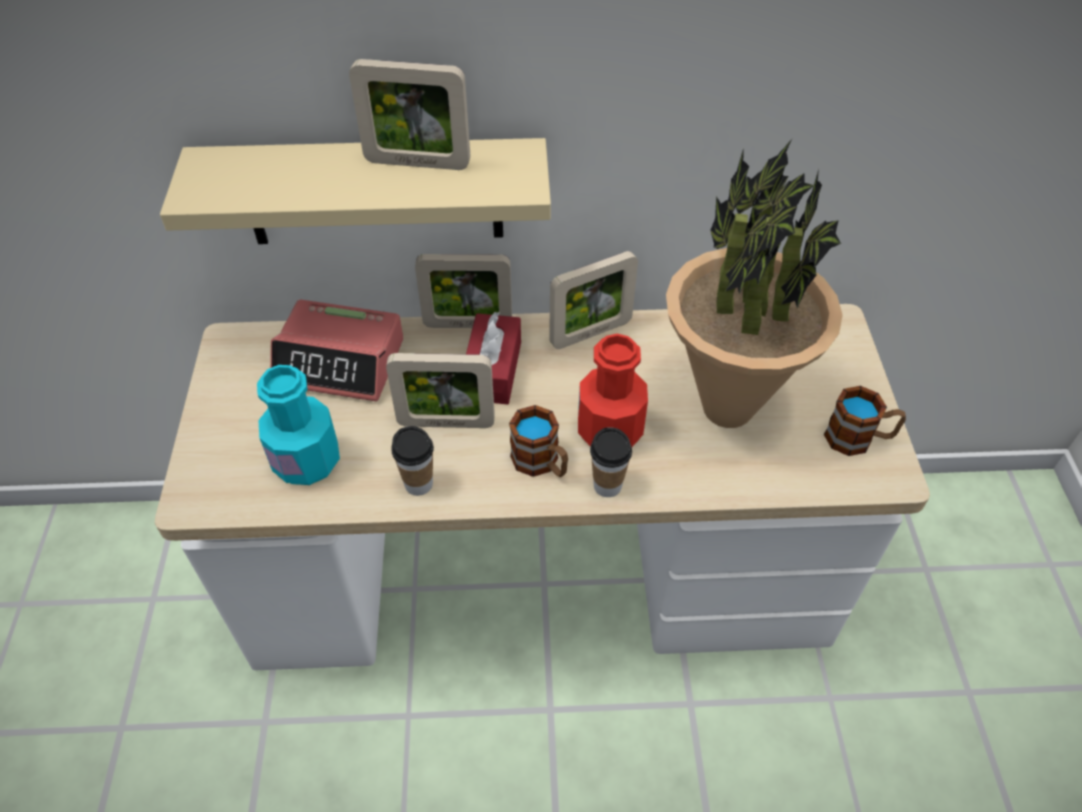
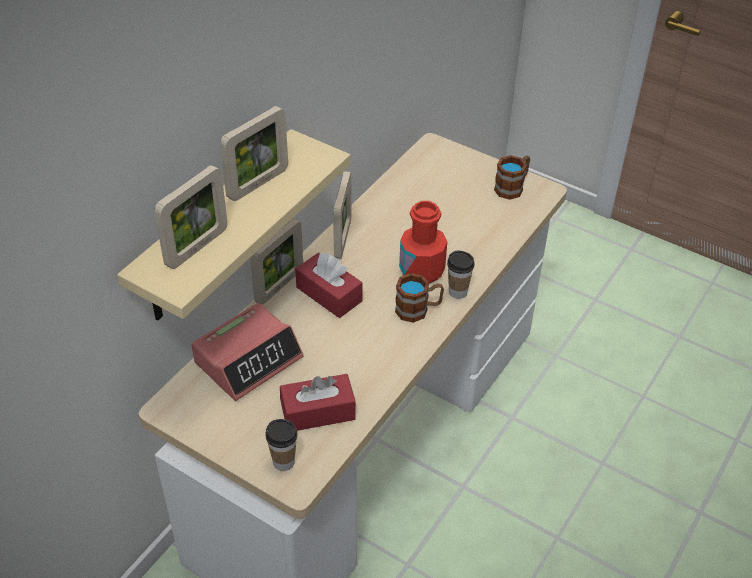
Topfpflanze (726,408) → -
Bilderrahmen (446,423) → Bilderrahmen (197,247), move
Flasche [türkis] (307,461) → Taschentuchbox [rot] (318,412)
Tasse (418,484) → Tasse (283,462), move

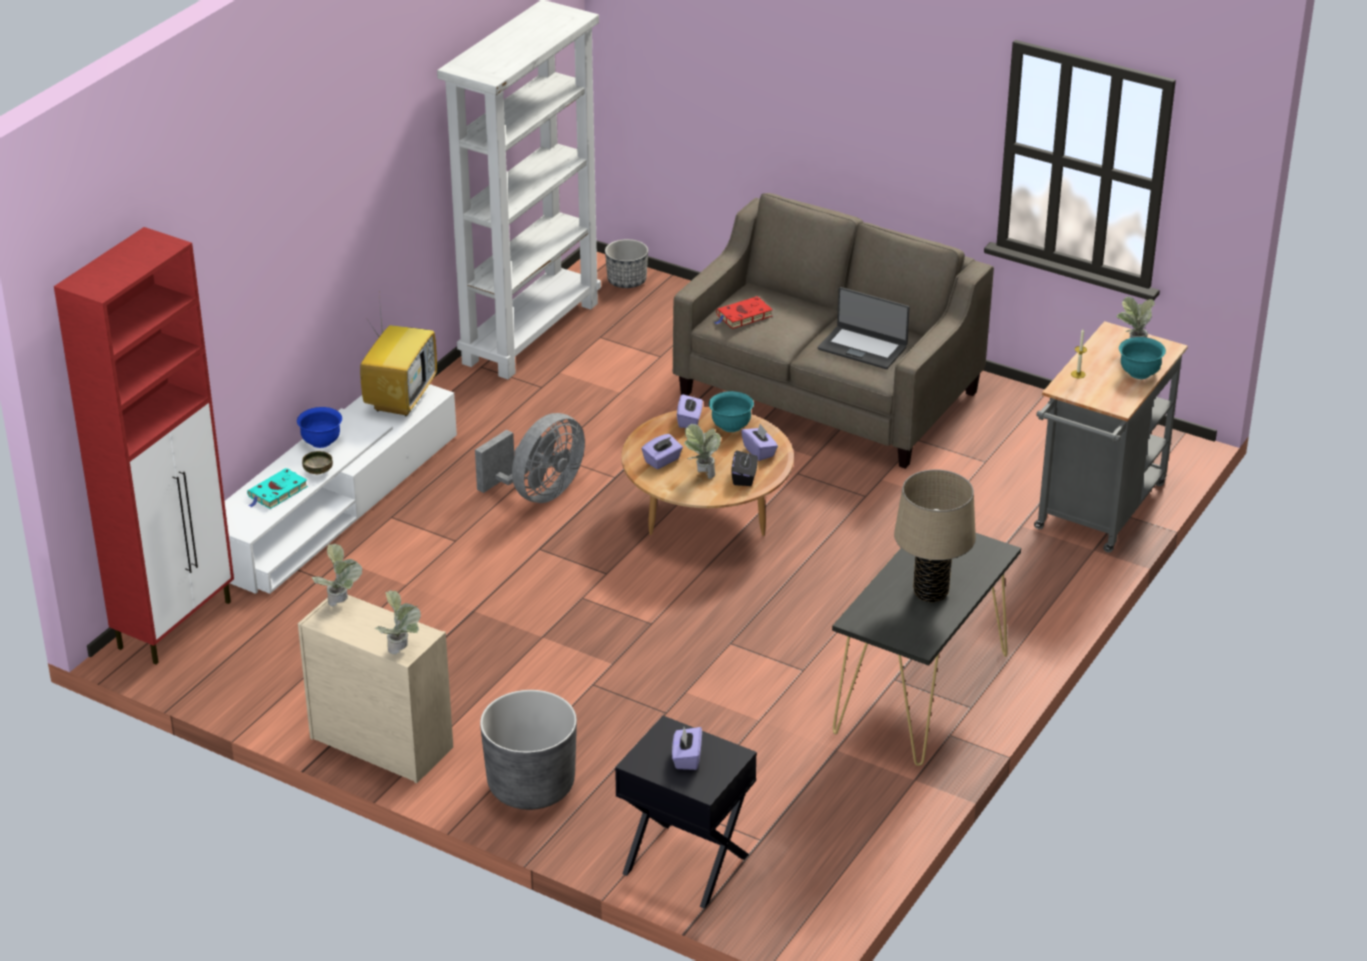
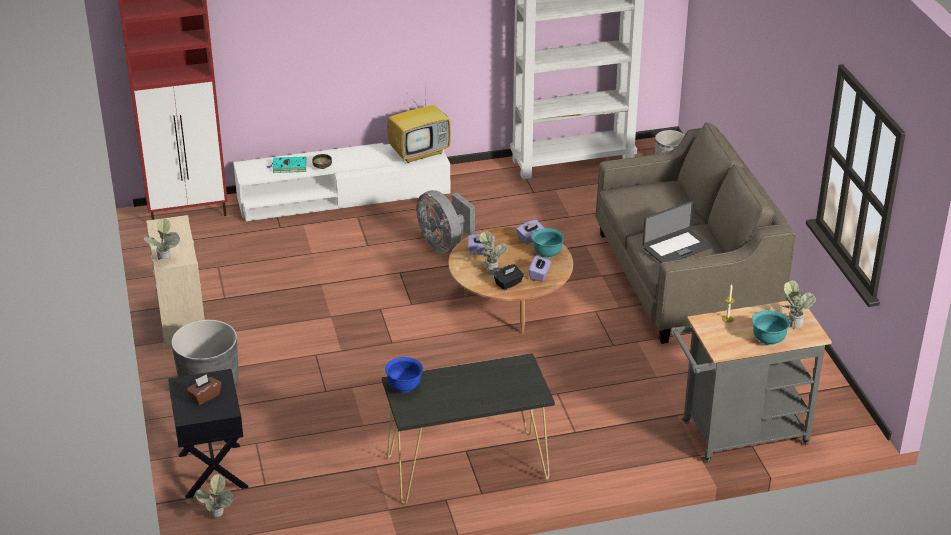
Laptop (863,347) → Laptop (675,247), 105 degrees counterclockwise
Buch [rot] (743,316) → -
Schüssel [blau] (321,442) → Schüssel [blau] (404,387), move
Ventilator [grau] (538,493) → Ventilator [grau] (444,244), 60 degrees clockwise
Tischlampe [beige] (931,592) → -
Topfpflanze (341,604) → Topfpflanze (217,517), move
Taschentuchbox [lila] (687,758) → Taschentuchbox [braun] (204,396)

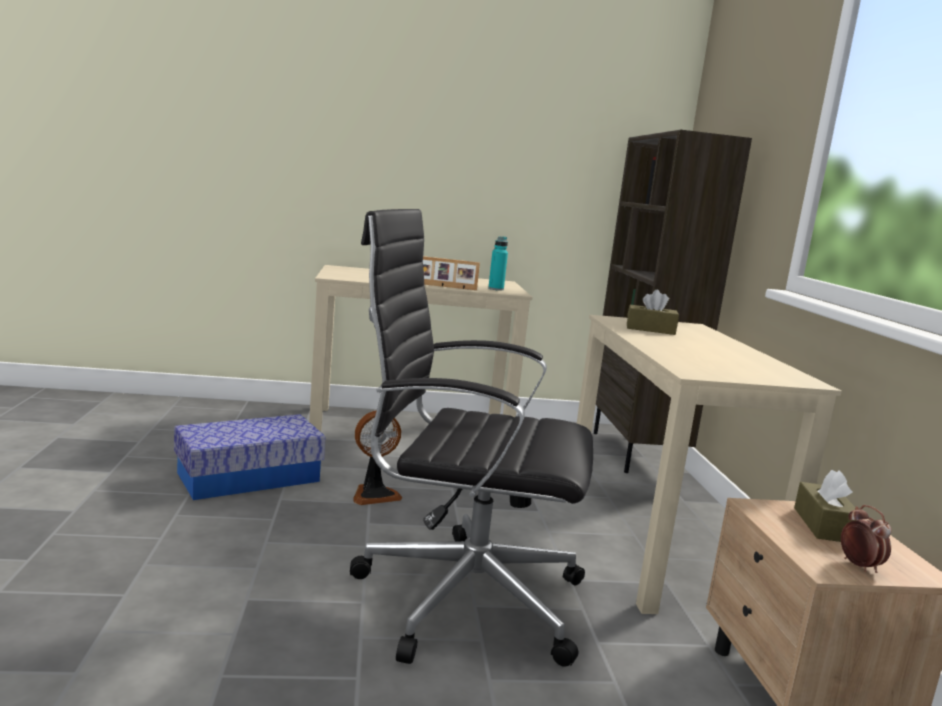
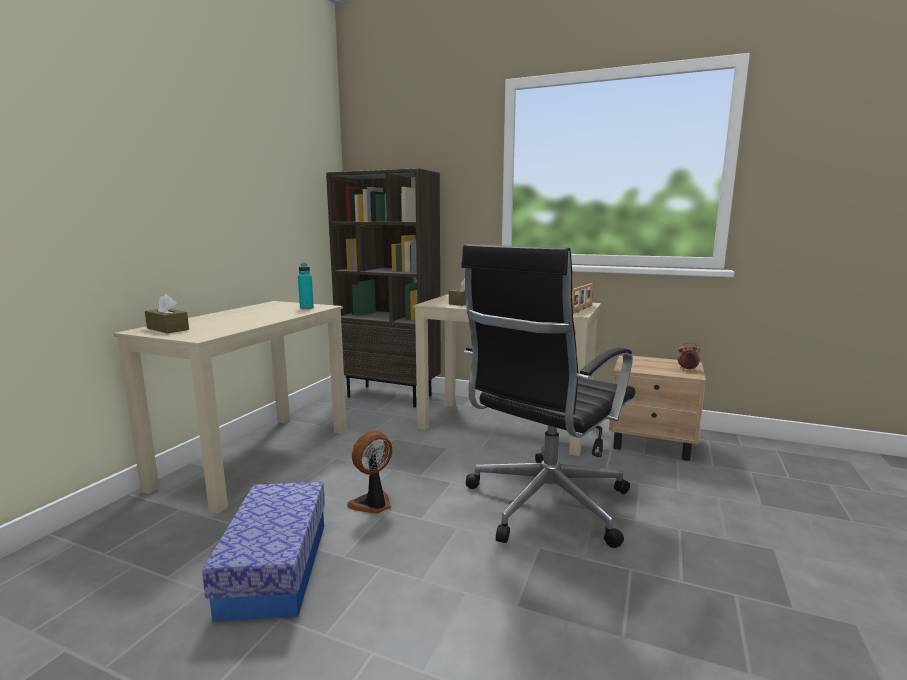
Bilderrahmen (442,286) → Bilderrahmen (582,309), move
Ventilator (374,494) → Ventilator (373,504), 135 degrees counterclockwise
Taschentuchbox [braun] (823,525) → Taschentuchbox [braun] (168,329), move

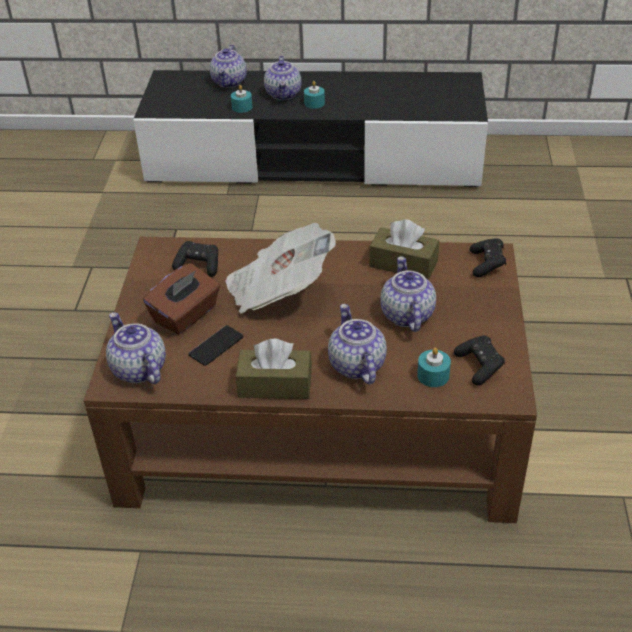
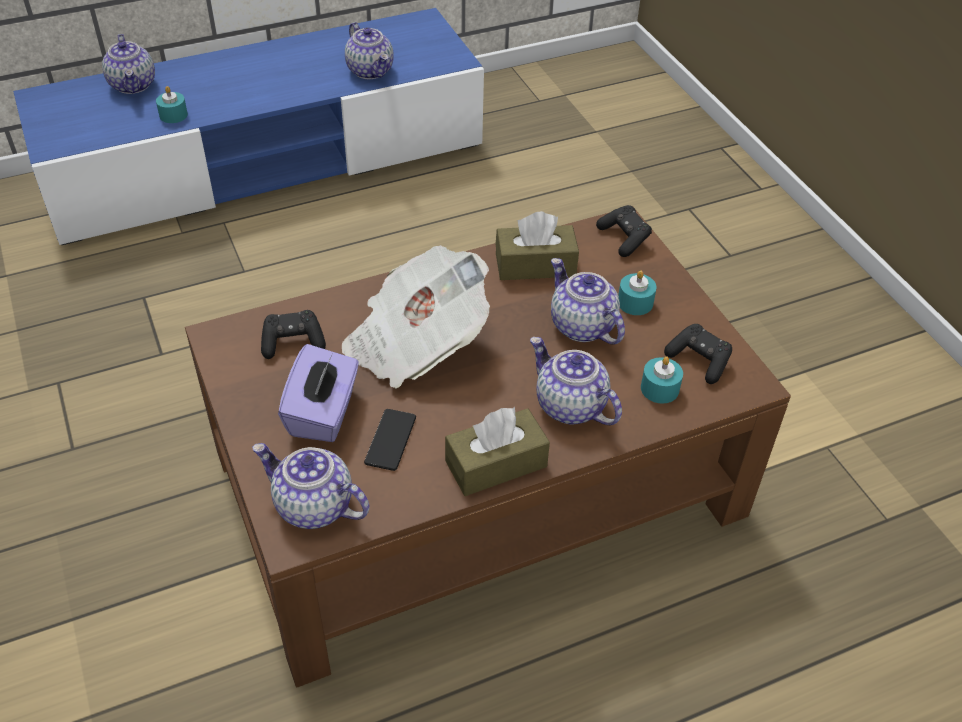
Teekanne (284,94) → Teekanne (371,71), move
Fernsehschrank [schwarz] (314,160) → Fernsehschrank [blau] (266,160)
Kerze [türkis] (314,103) → Kerze [türkis] (635,302), move
Taschentuchbox [braun] (186,315) → Taschentuchbox [lila] (323,413)

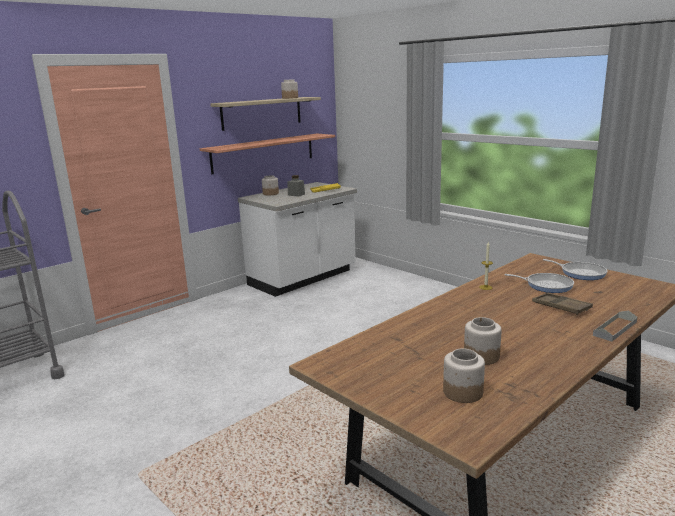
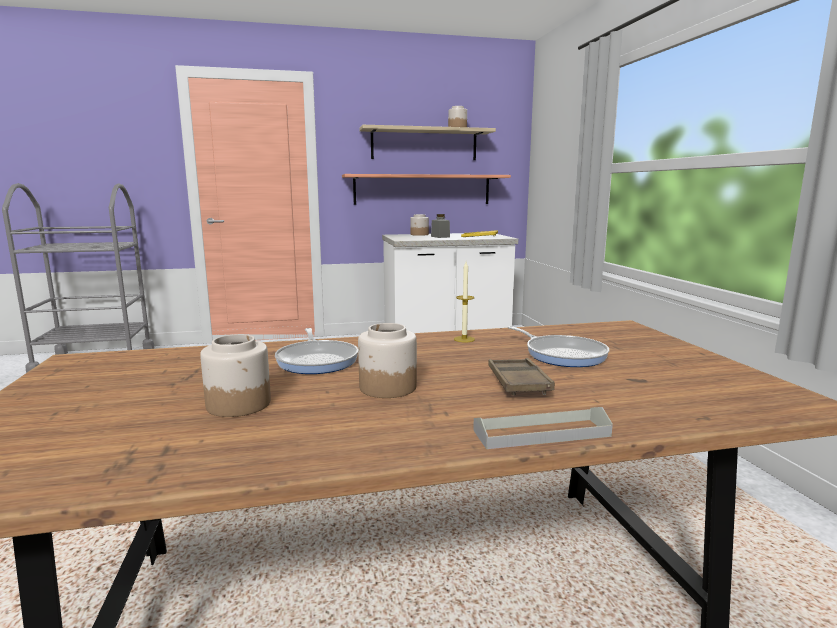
Pfanne (580,273) → Pfanne (317,360), move
Vorratsglas (462,392) → Vorratsglas (387,387), move

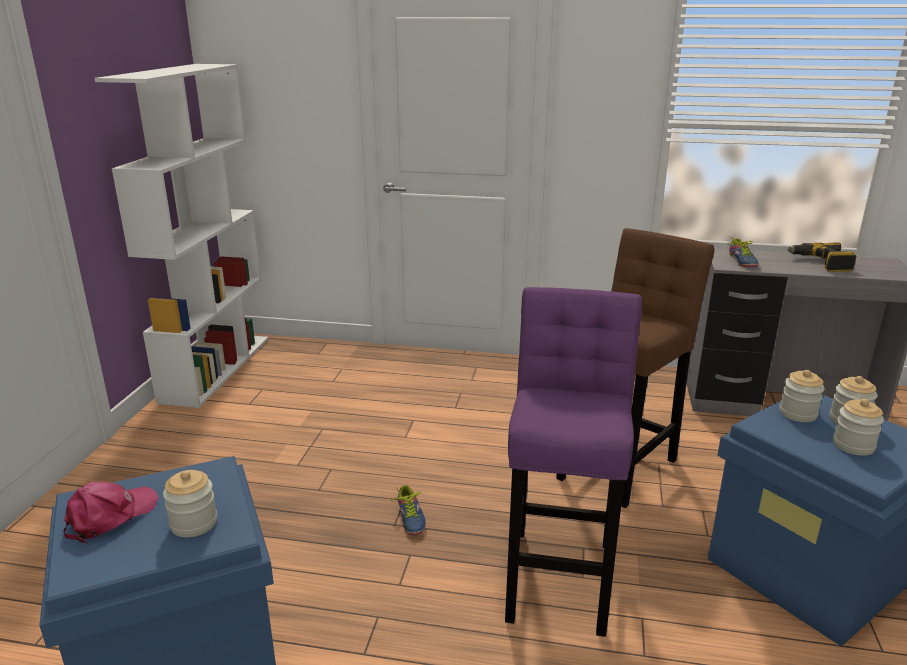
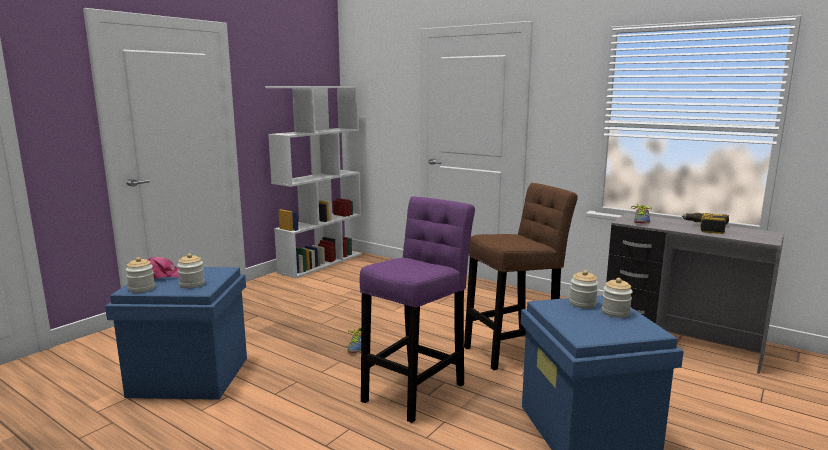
Vorratsglas (853,445) → Vorratsglas (141,288), move

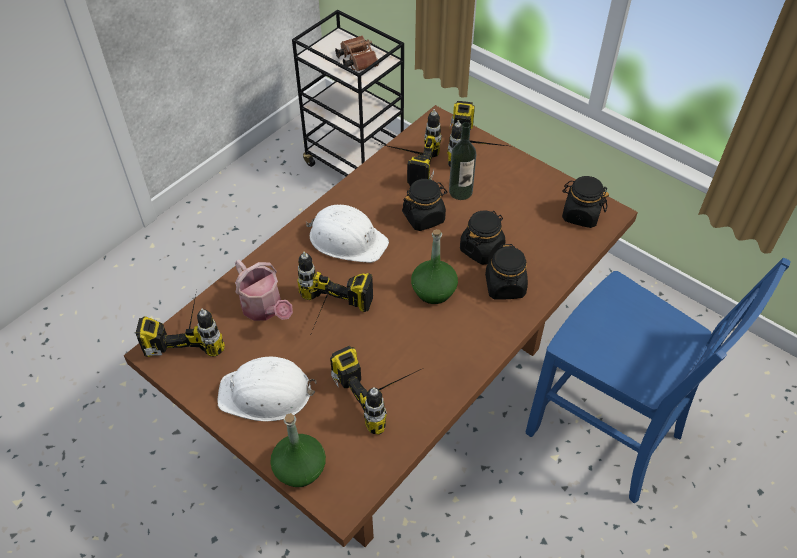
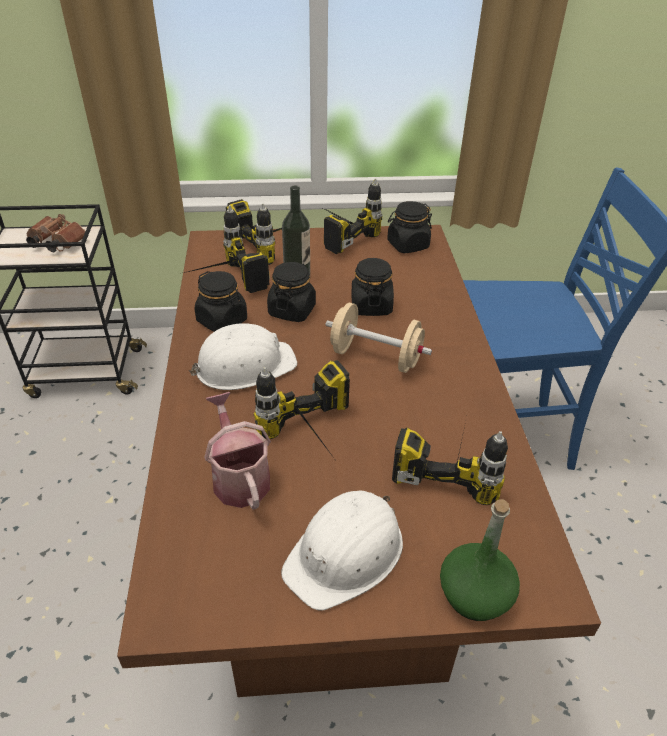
Flasche [grün] (433,290) → Hantel [beige] (376,357)
Vorratsglas [schwarz] (505,286) → Vorratsglas [schwarz] (222,321), move
Gießkanne (265,309) → Gießkanne (239,476), 120 degrees counterclockwise
Bohrmaschine (190,328) → Bohrmaschine (338,234), move

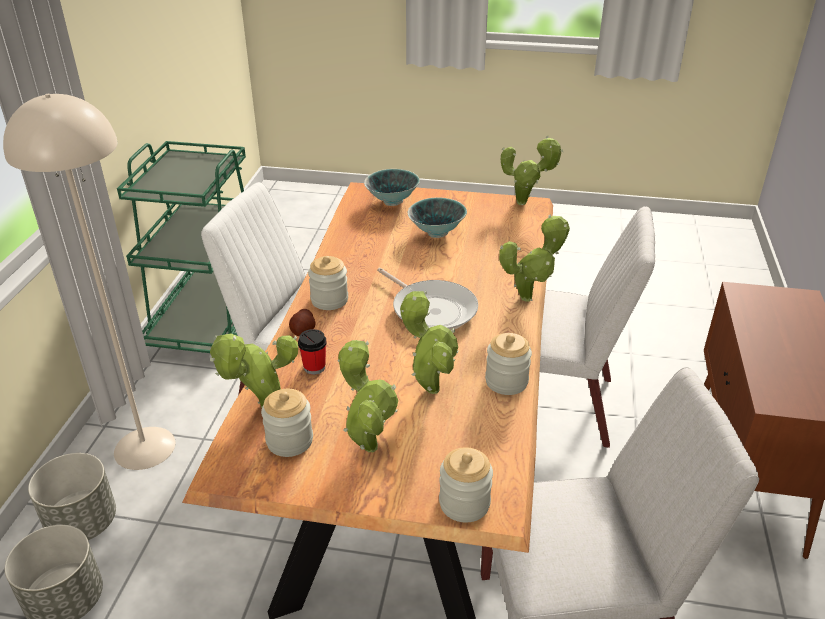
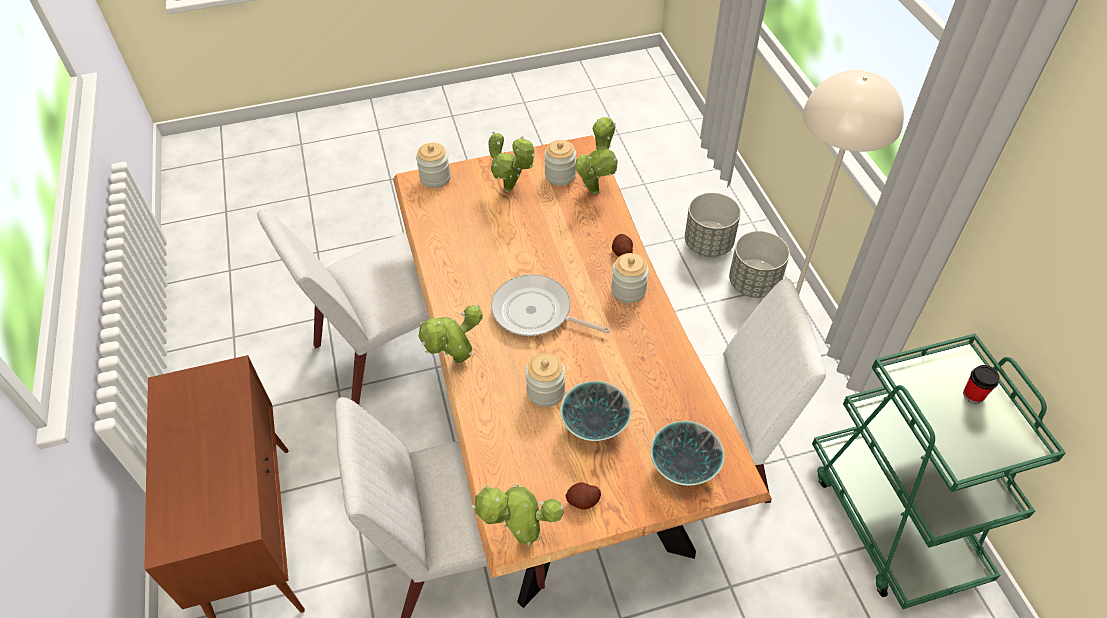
Topfpflanze (429,387) → -
Tasse (314,367) → Tasse (973,395), move
Vorratsglas (506,381) → Vorratsglas (546,391), move
- → Kartoffel (583,501)

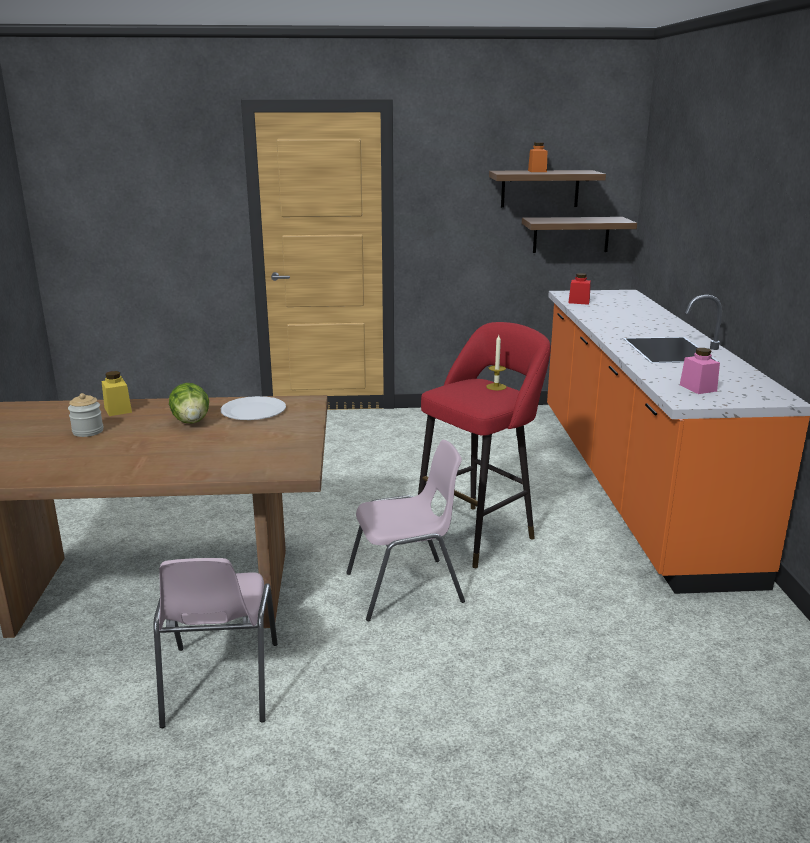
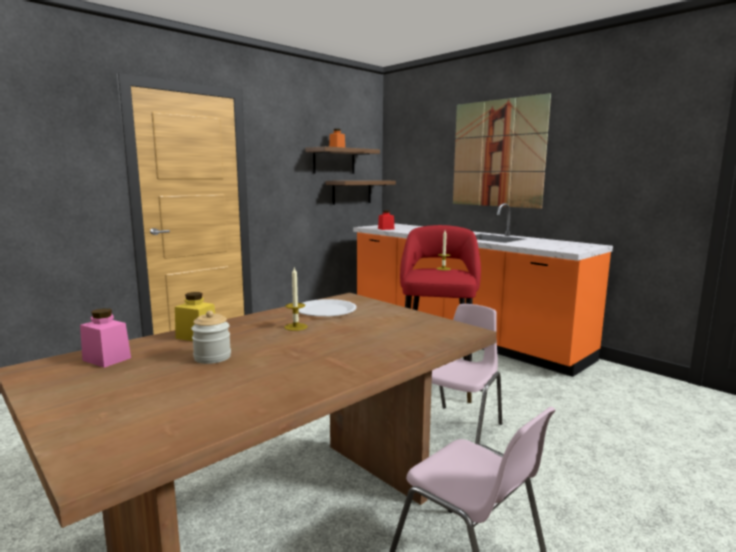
Vorratsglas [rosa] (698,388) → Vorratsglas [rosa] (107,359), move
Salatkopf (191,421) → Kerze (296,327)
- → Bild (497,153)

